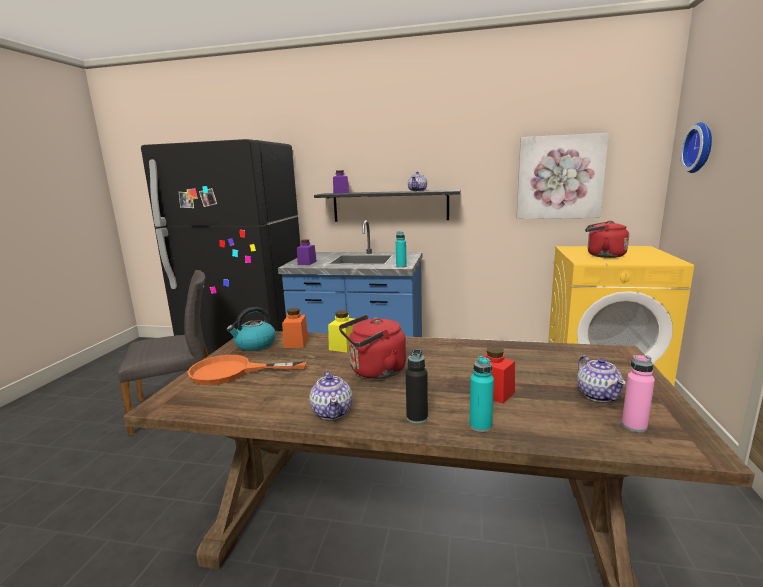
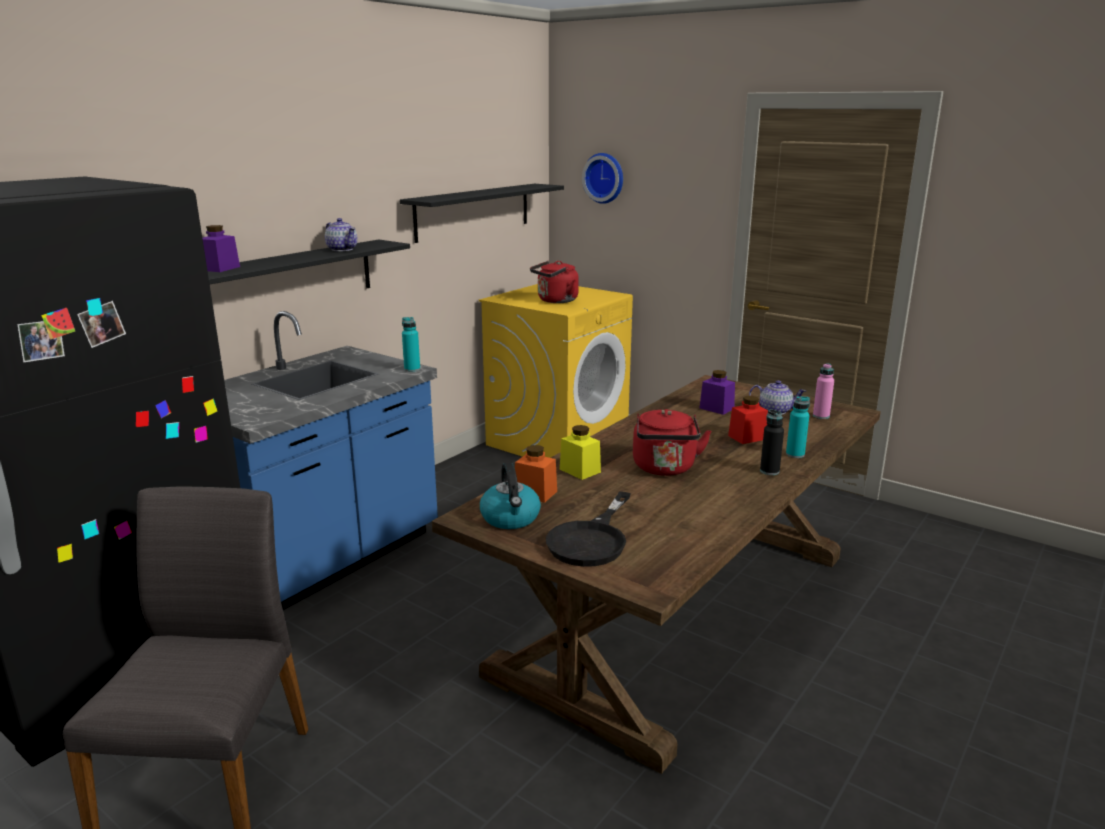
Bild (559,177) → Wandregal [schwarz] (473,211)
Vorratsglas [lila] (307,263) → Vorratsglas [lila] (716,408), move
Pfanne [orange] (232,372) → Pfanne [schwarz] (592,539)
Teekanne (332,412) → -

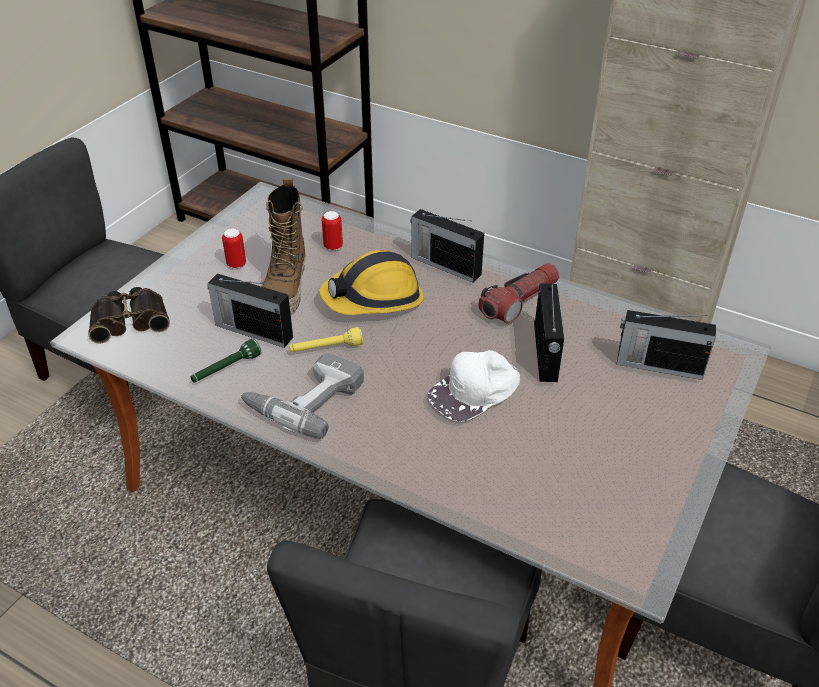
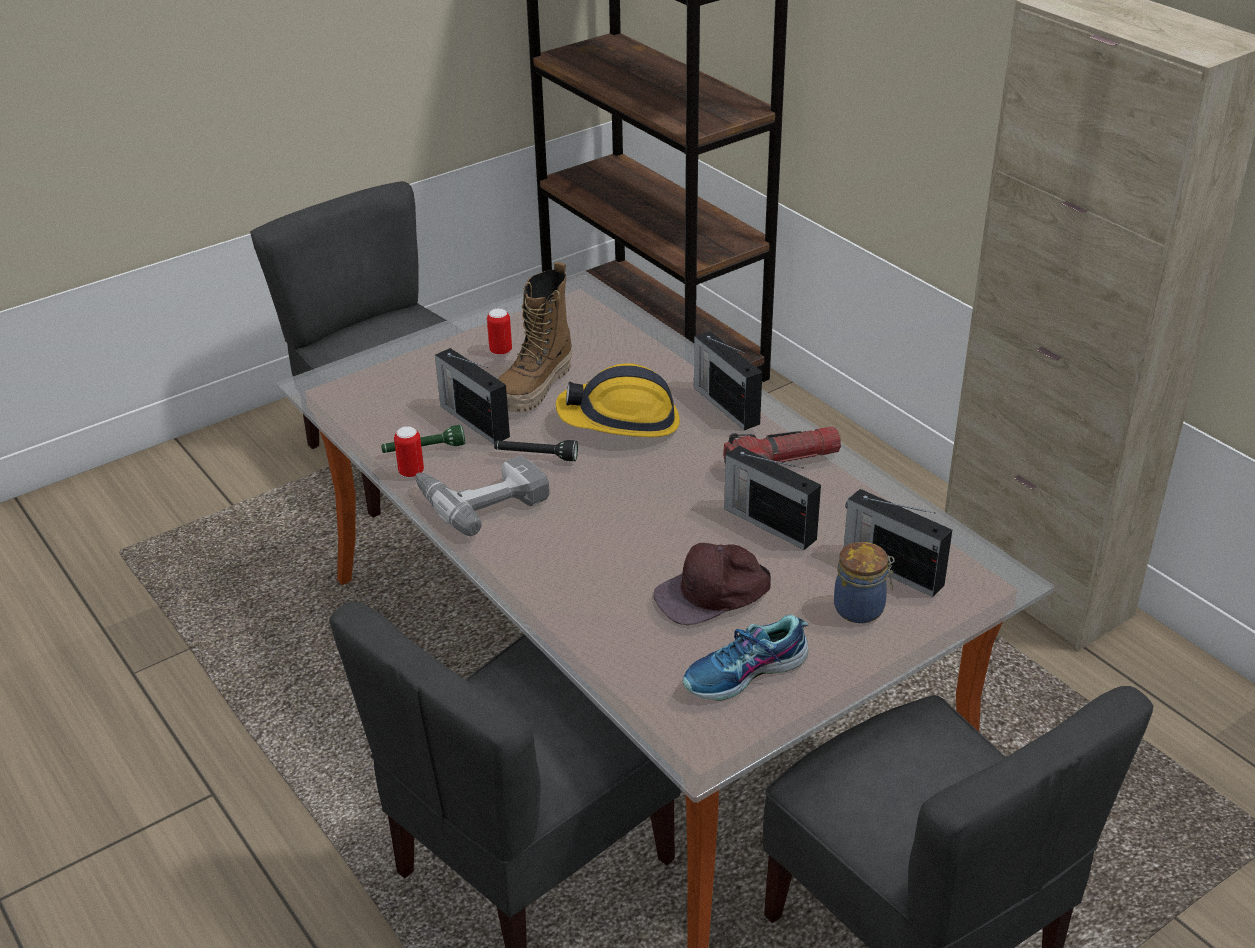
Dose (333,246) → Dose (411,472), move
Radio (545,354) → Radio (768,523), 105 degrees clockwise
Fernglas (130,320) → -
Taschenlampe [gelb] (326,348) → Taschenlampe [schwarz] (535,456)
Kappe [weiß] (475,391) → -
- → Vorratsglas (861,608)
- → Kappe [braun] (713,594)
- → Schuh (745,673)

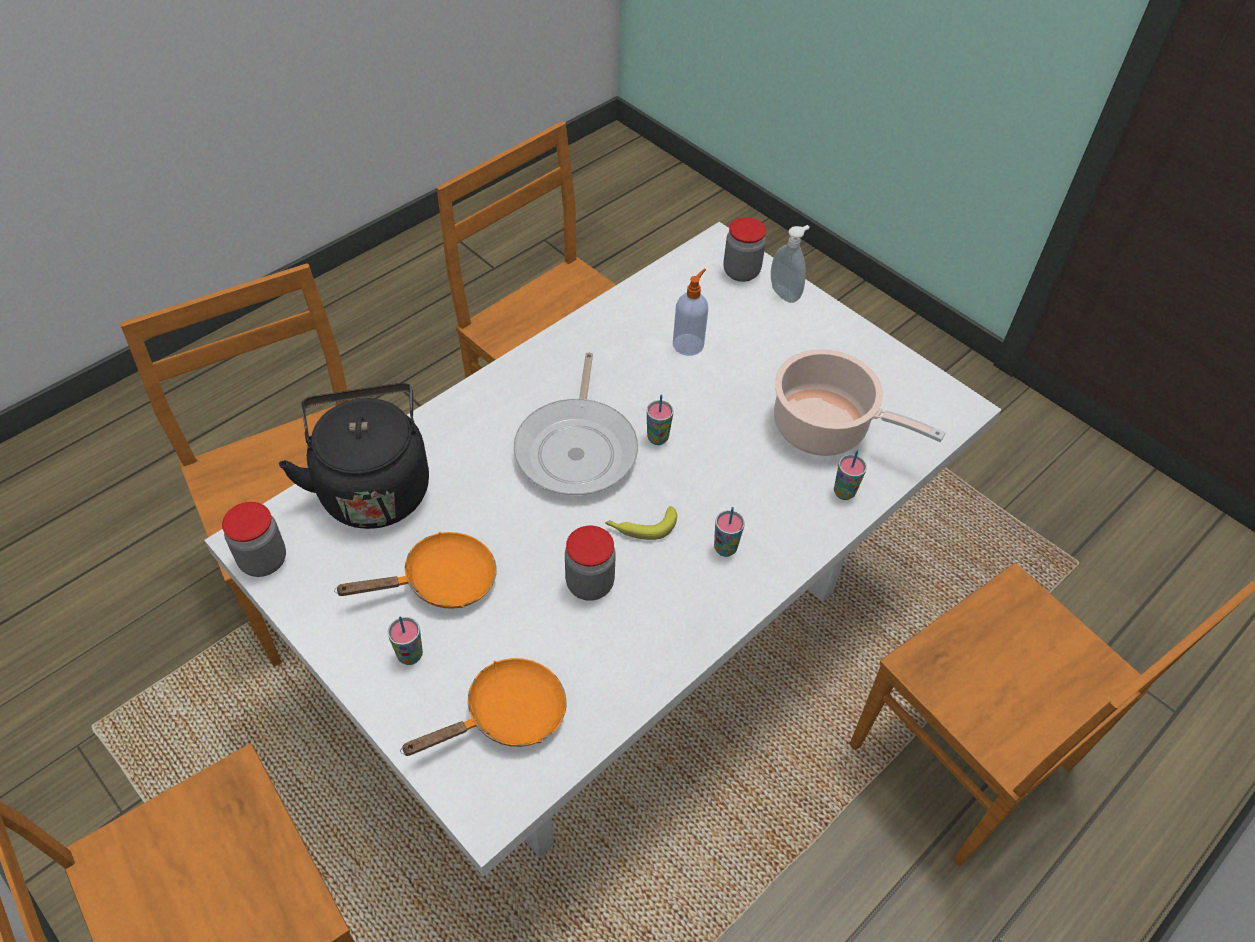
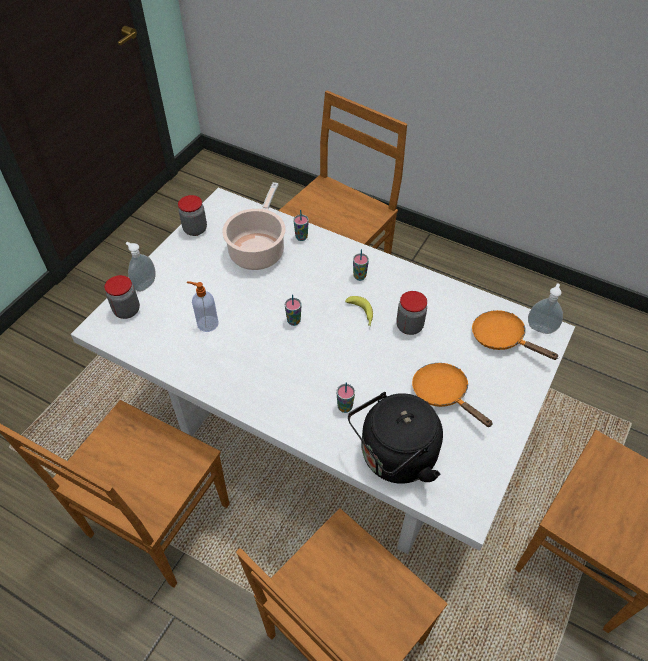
Pfanne (578,448) → -
Vorratsglas (263,560) → Vorratsglas (195,229), move
Tasse (410,655) → Tasse (345,407), move
- → Seifenspender (541,328)

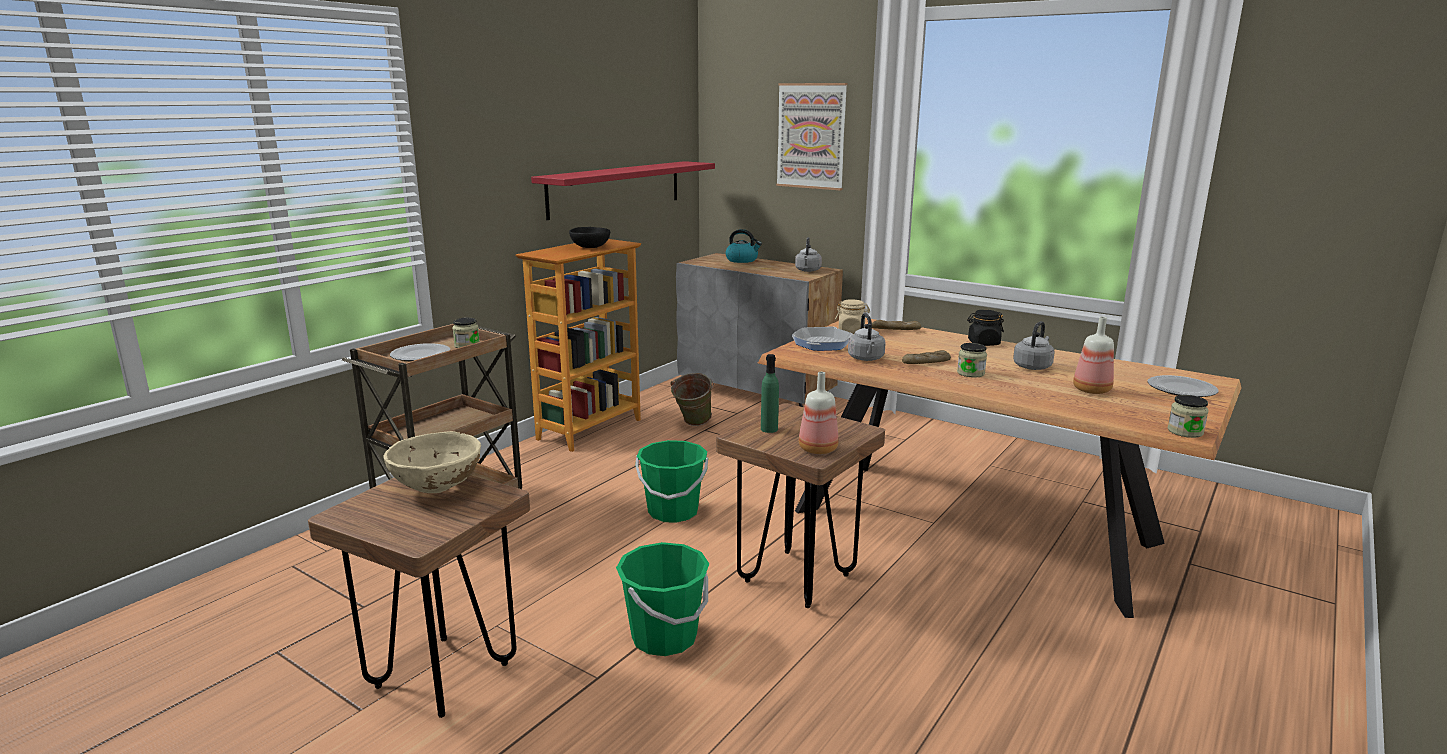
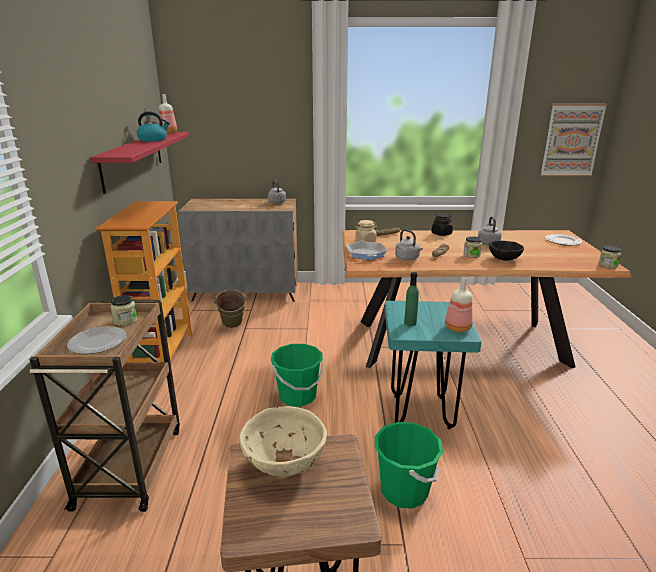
Bild (811,136) → Bild (571,140), move
Schüssel [schwarz] (590,247) → Schüssel [schwarz] (504,259), move
Wasserkessel (742,260) → Wasserkessel (153,140), move
Flasche (1092,390) → Flasche (168,133), move
Hocker [braun] (796,578) → Hocker [türkis] (420,412)

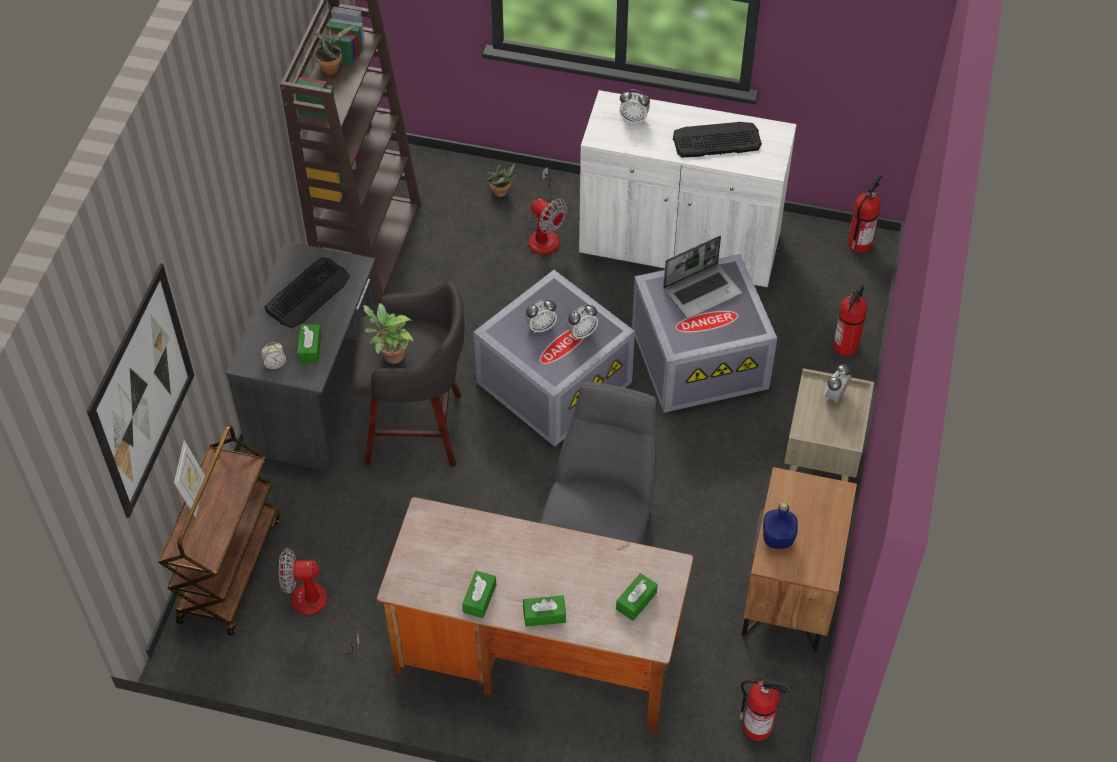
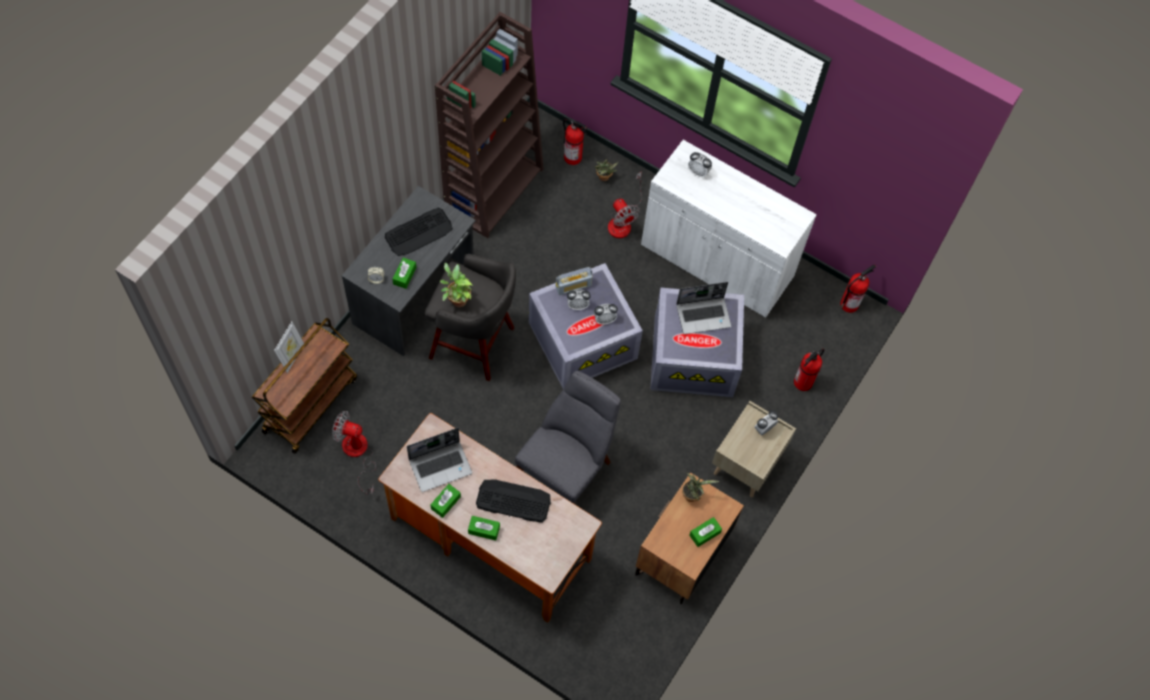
Topfpflanze (332,68) → Topfpflanze (692,495), move
Tastatur (716,140) → Tastatur (513,501), move
Bild (143,391) → -
Flasche [blau] (777,538) → -
Taschentuchbox [grün] (636,601) → Taschentuchbox [grün] (705,534), move
Feuerlöscher (758,727) → Feuerlöscher (573,157), move
- → Radio (573,286)
- → Laptop (441,466)

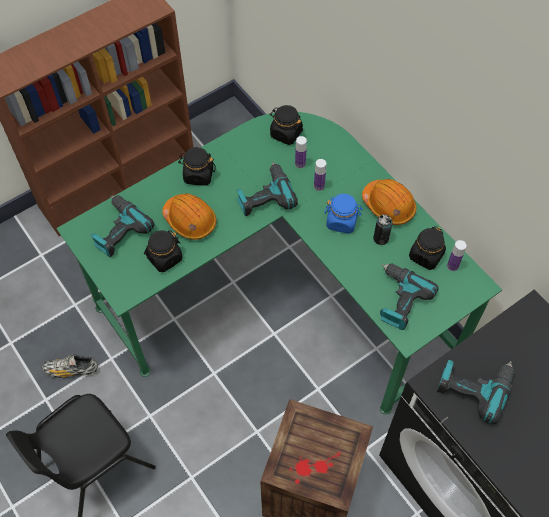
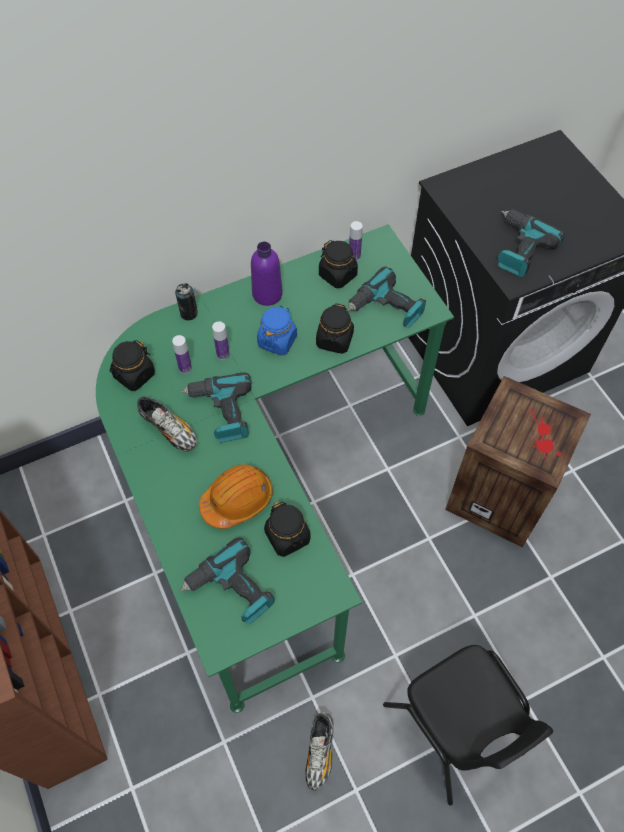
Vorratsglas [schwarz] (198,175) → Vorratsglas [schwarz] (334,340), move
Schutzhelm [orange] (388,206) → Flasche [lila] (267,294)
Dose (381,238) → Dose (189,313), move
- → Schuh (169,429)

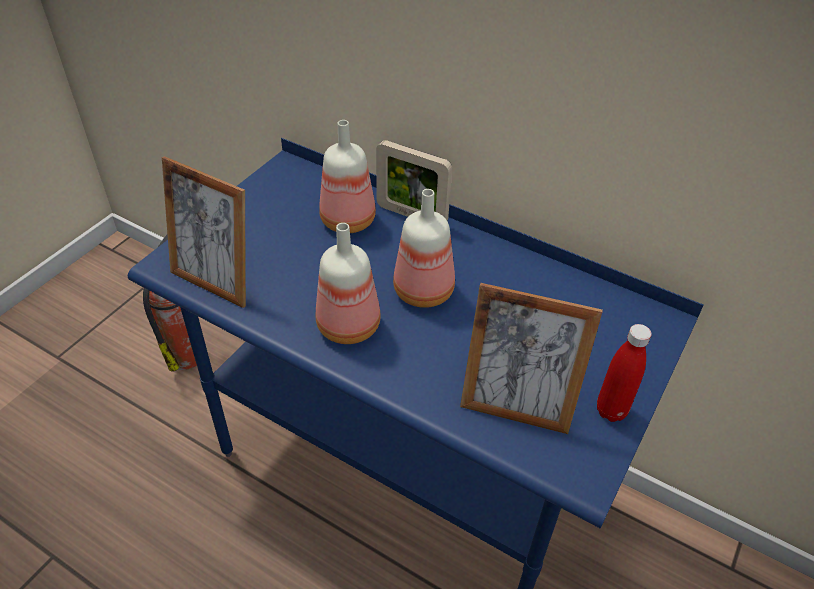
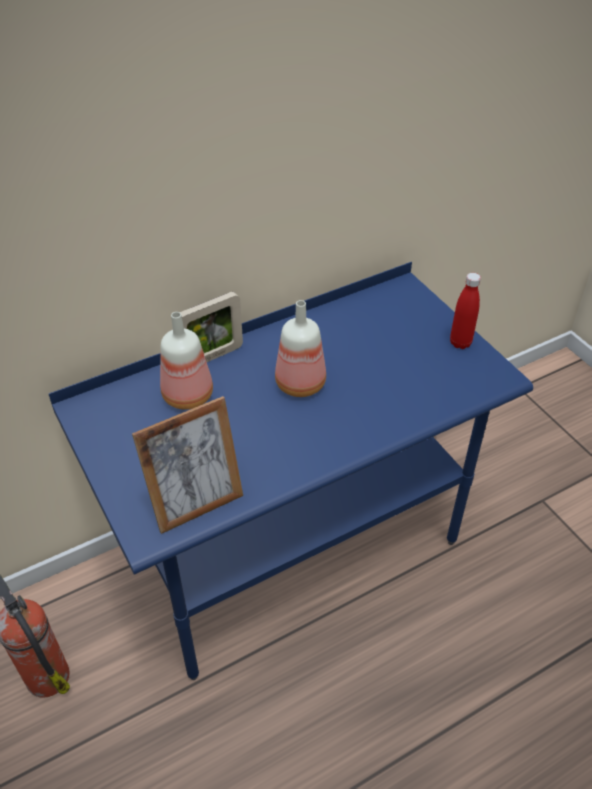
Flasche (349,324) → -
Bilderrahmen (516,407) → -

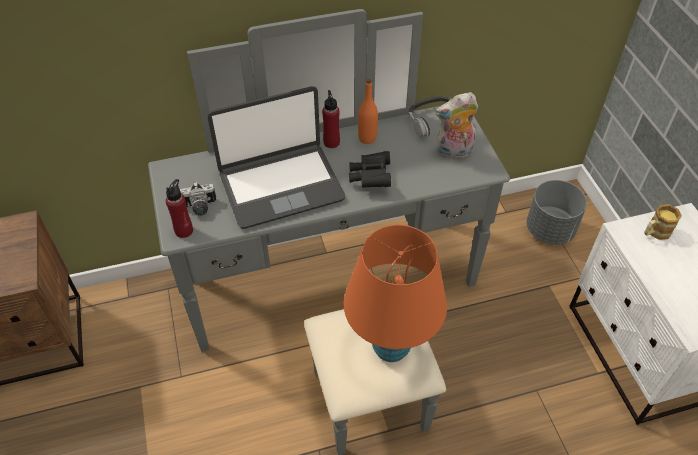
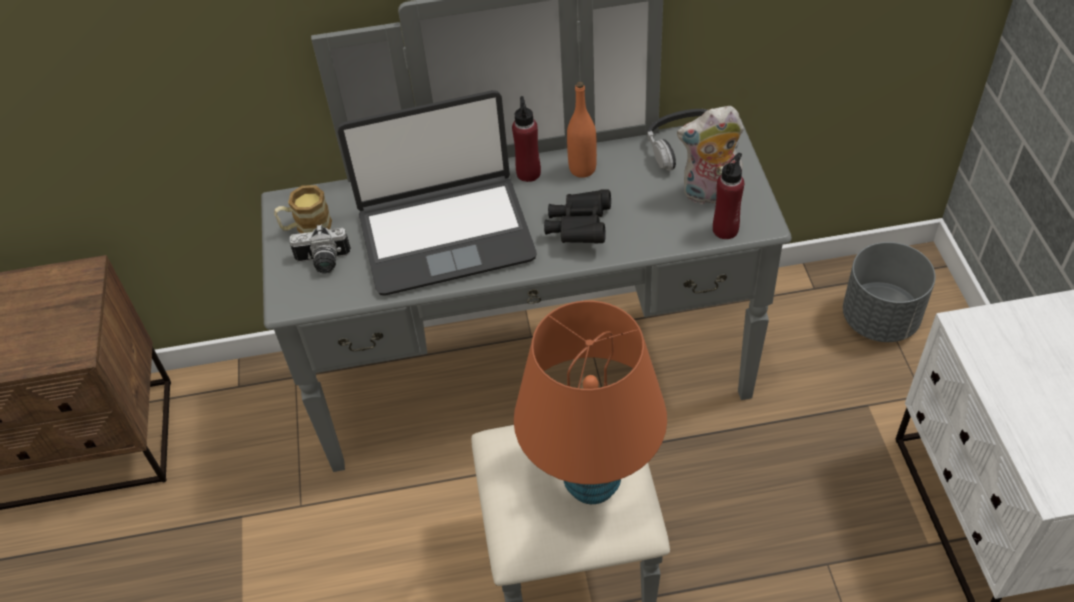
Flasche [rot] (184,230) → Flasche [rot] (725,229), move
Henkelbecher (655,232) → Henkelbecher (306,227), move

